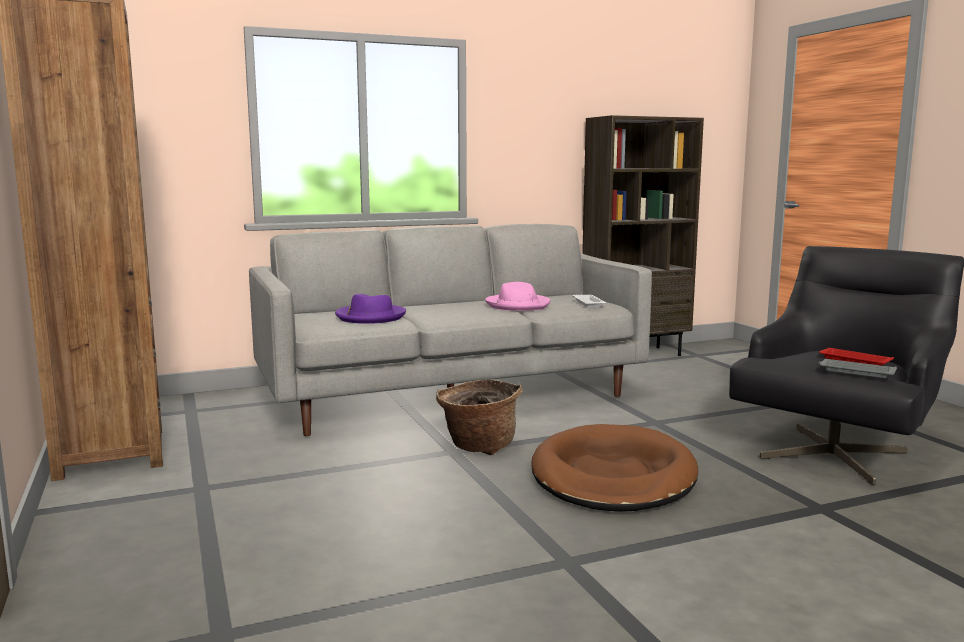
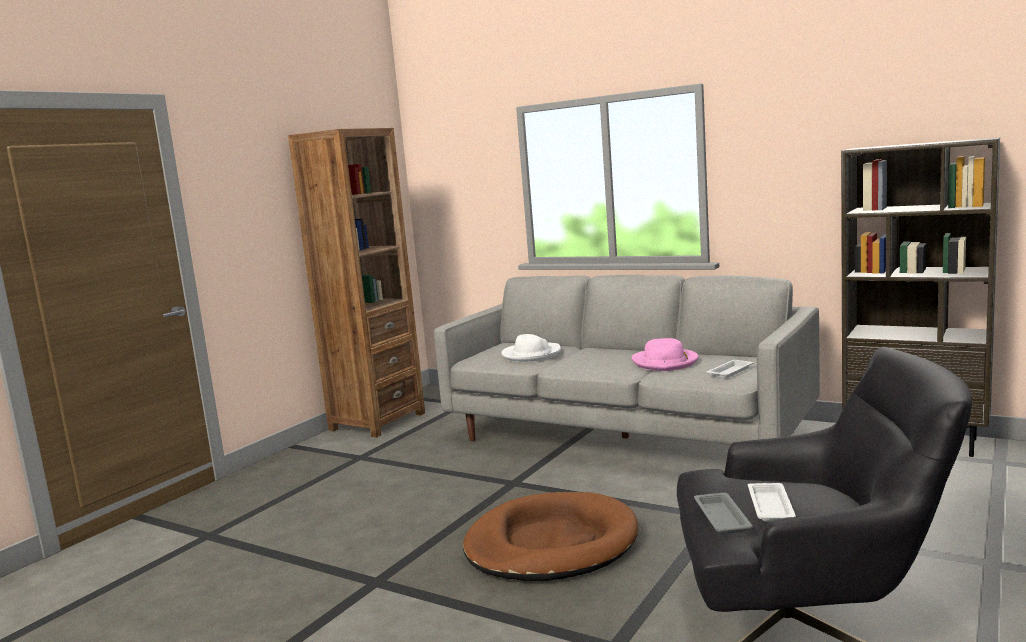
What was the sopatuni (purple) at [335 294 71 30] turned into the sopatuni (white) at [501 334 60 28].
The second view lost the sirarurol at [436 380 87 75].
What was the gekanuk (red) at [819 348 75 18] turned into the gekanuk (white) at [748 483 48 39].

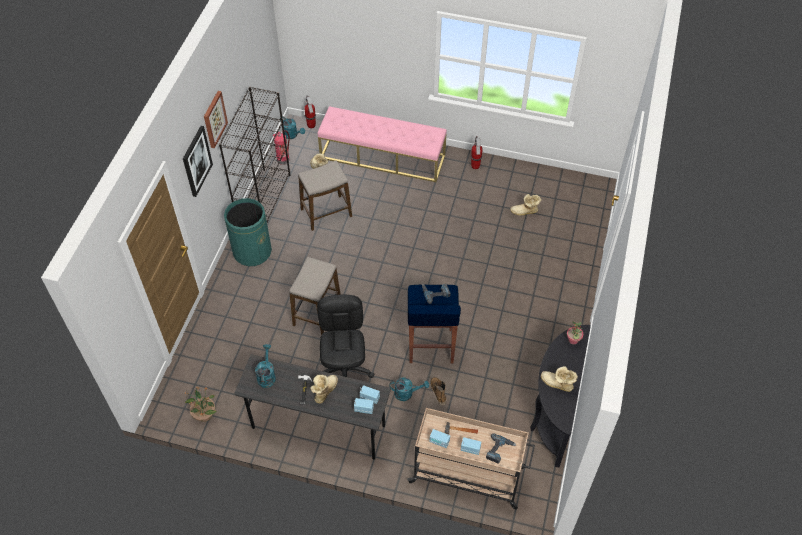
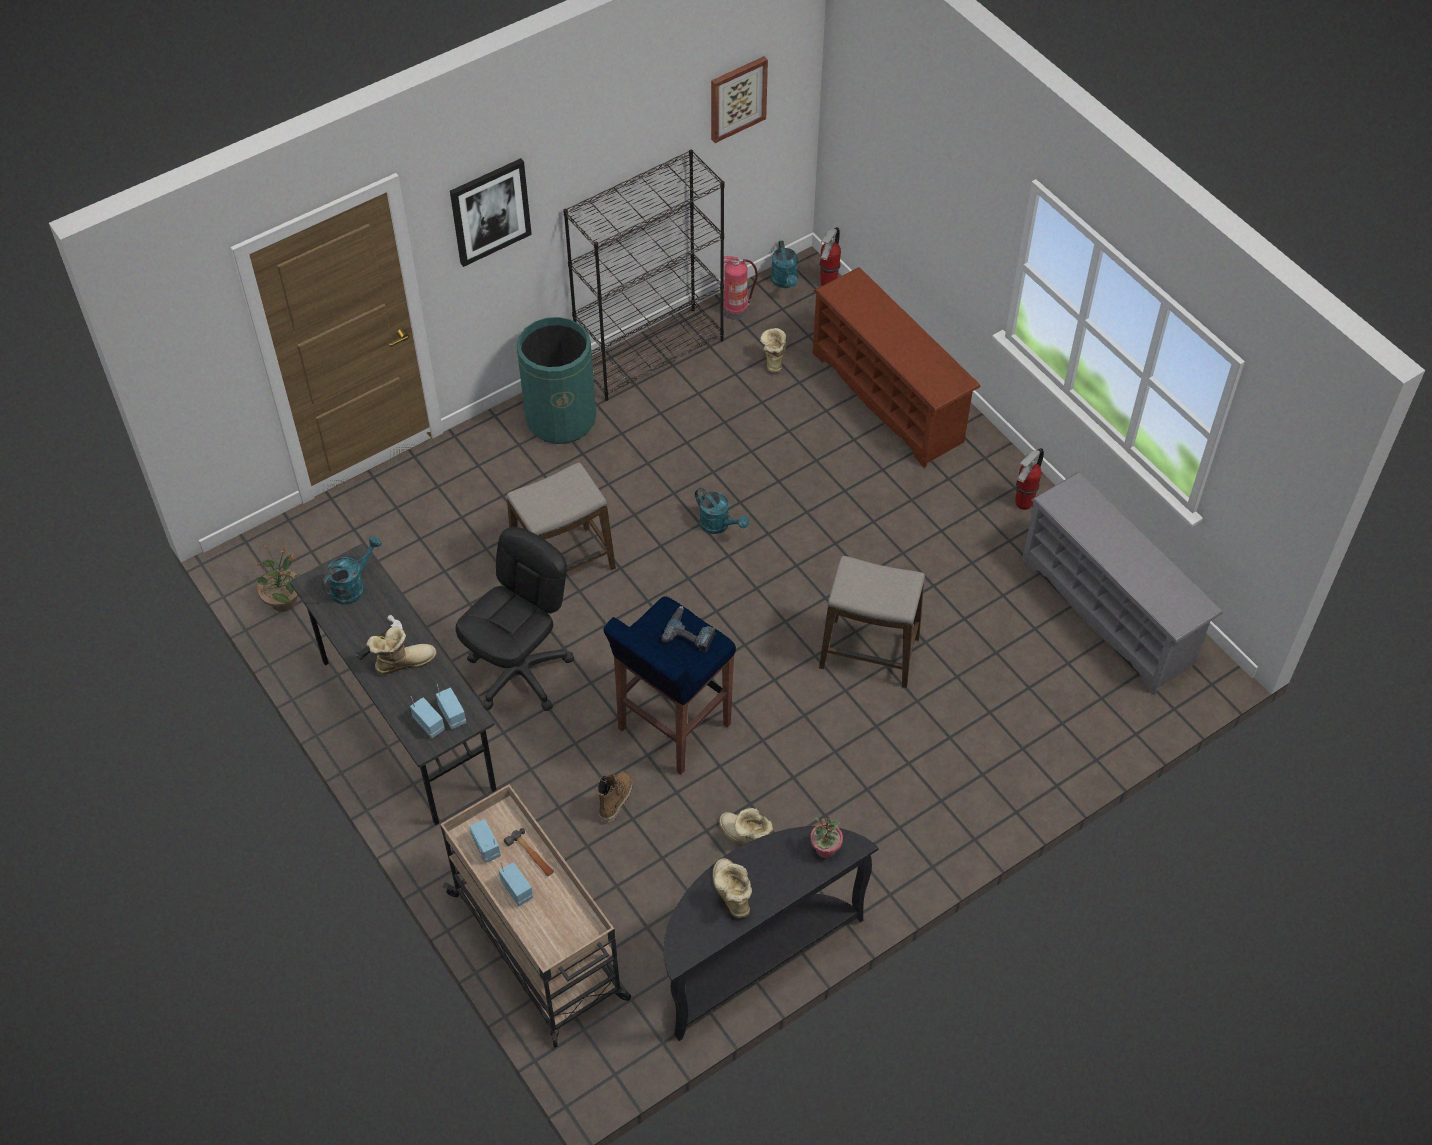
The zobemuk ended up elsewhere, having gone from [204 91 24 57] to [711 56 57 87].
The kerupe ended up elsewhere, having gone from [298 161 54 70] to [819 556 106 132].
Where the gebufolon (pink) stood at [317 106 130 76], the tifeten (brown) came to stand at [813 267 168 201].
The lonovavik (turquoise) ended up elsewhere, having gone from [389 377 40 24] to [695 488 54 46].
The second view lost the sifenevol at [486 433 30 31].
The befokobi ended up elsewhere, having gone from [510 194 31 22] to [719 808 54 37].
The second view gained the tifeten (grey) at [1022 472 201 222].

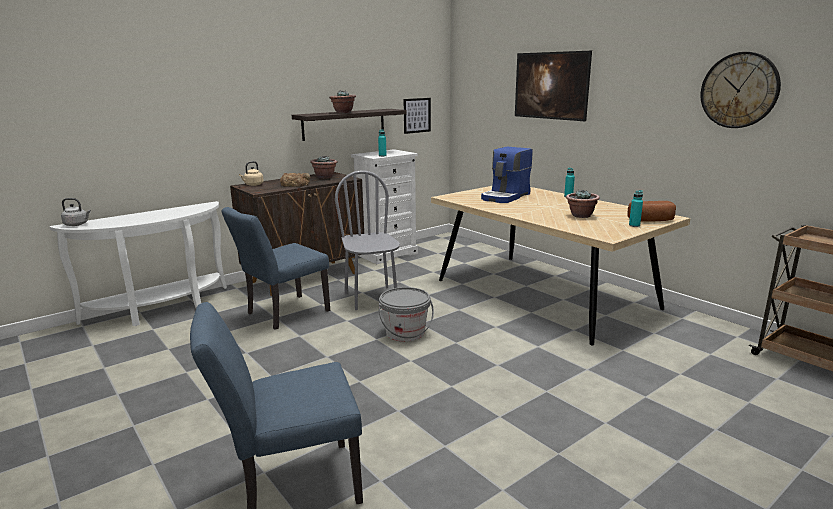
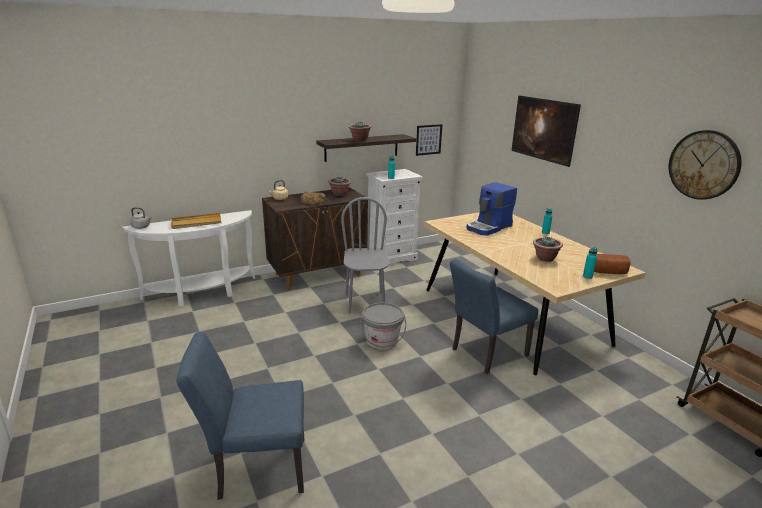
The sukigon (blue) ended up elsewhere, having gone from [222 207 108 123] to [450 259 88 115].
The second view gained the gekanuk (beige) at [171 213 50 16].

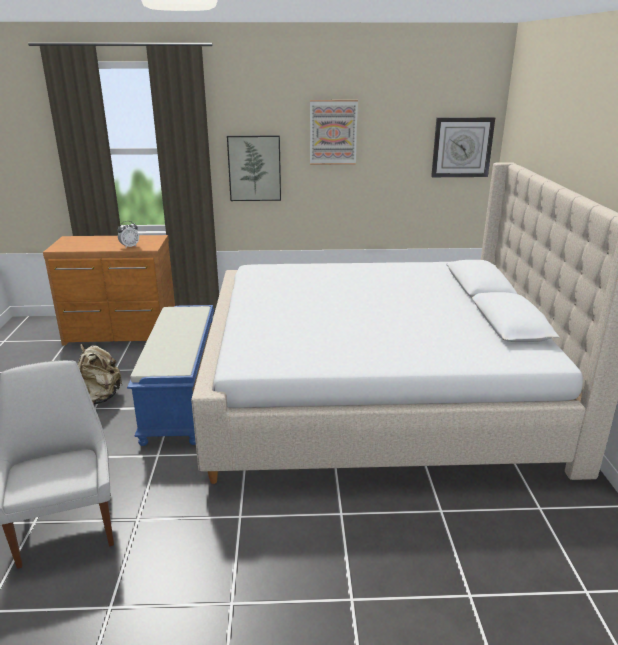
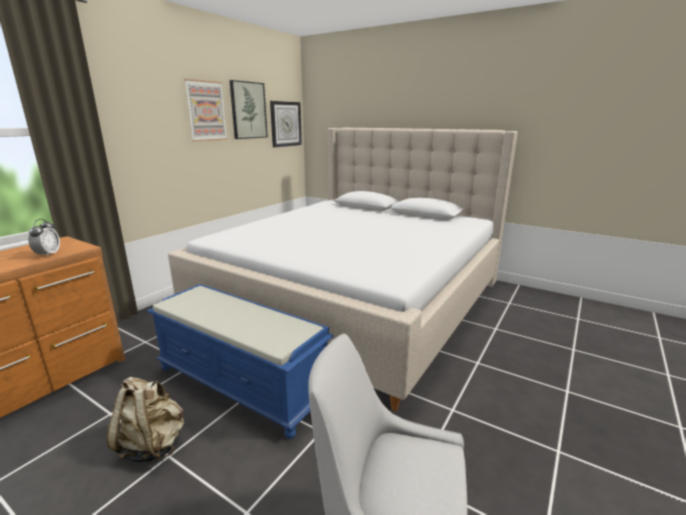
The zobemuk ended up elsewhere, having gone from [227 135 54 66] to [229 80 39 59].

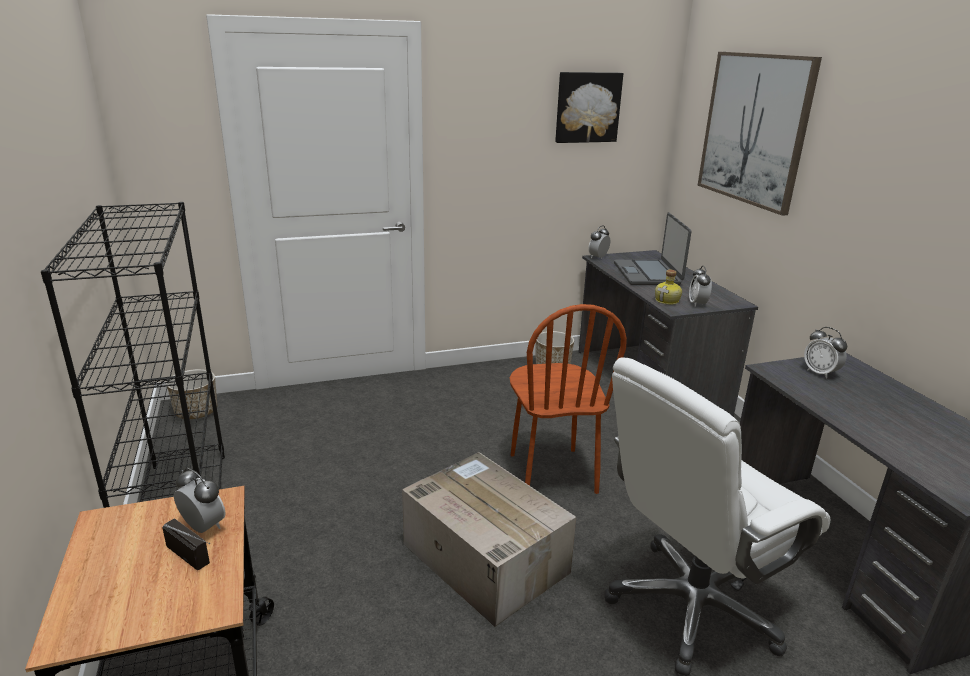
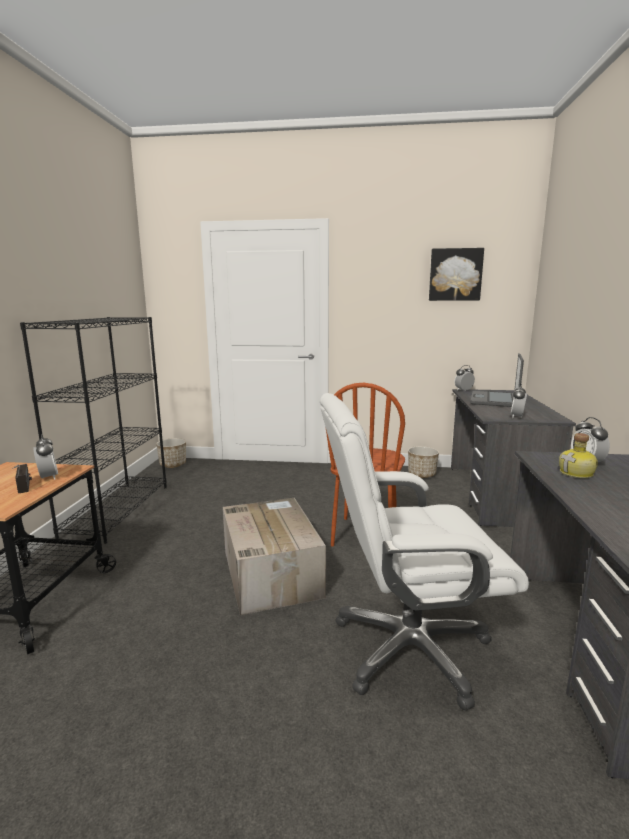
The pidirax ended up elsewhere, having gone from [655 270 27 35] to [559 433 39 45].
The second view lost the zobemuk at [698 52 124 164].

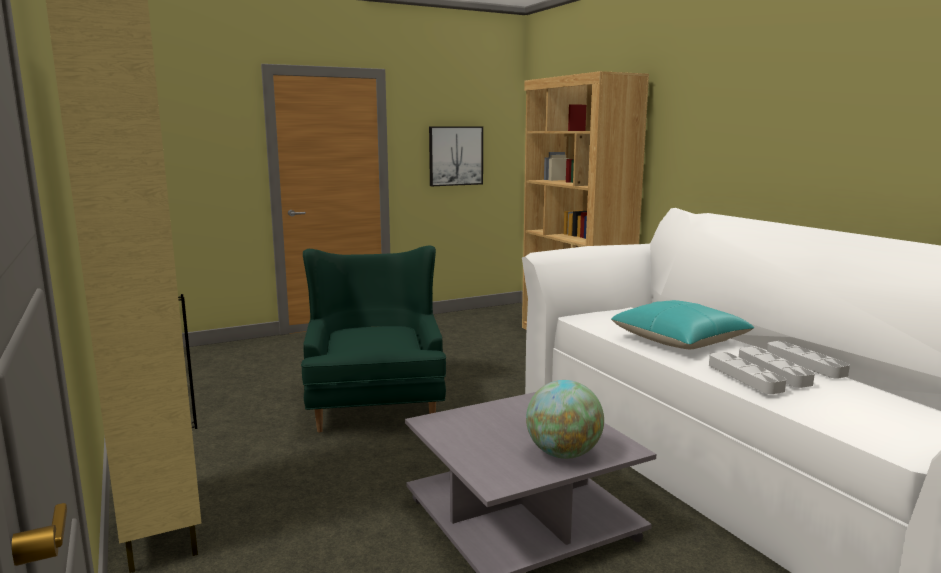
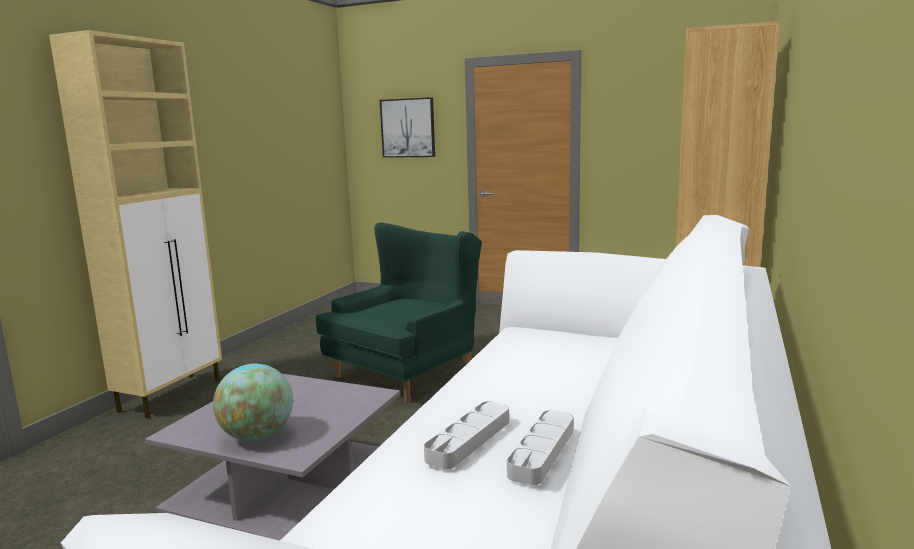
The zobemuk ended up elsewhere, having gone from [429 126 54 60] to [380 97 55 61].
The second view lost the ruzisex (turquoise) at [611 300 143 49].
The second view lost the gekanuk (grey) at [709 352 77 42].

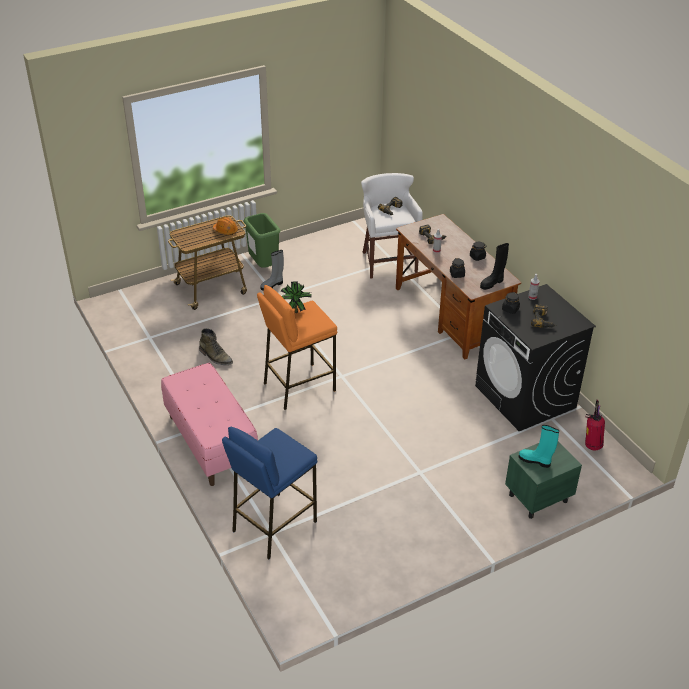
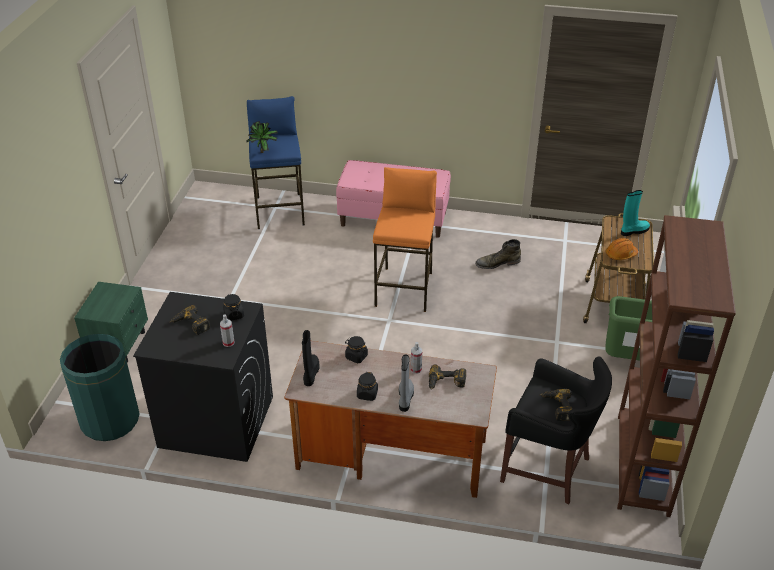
The befokobi (grey) ended up elsewhere, having gone from [260 250 24 41] to [399 355 15 57].
The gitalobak ended up elsewhere, having gone from [281 281 31 32] to [246 121 32 32].
What was the kerupe (white) at [361 173 62 106] turned into the kerupe (black) at [500 356 112 149].
The befokobi (turquoise) ended up elsewhere, having gone from [519 425 40 43] to [621 190 29 46].
Where the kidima stood at [585 399 20 51], the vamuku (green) came to stand at [60 334 80 107].
The second view gained the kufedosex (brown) at [617 215 119 302].

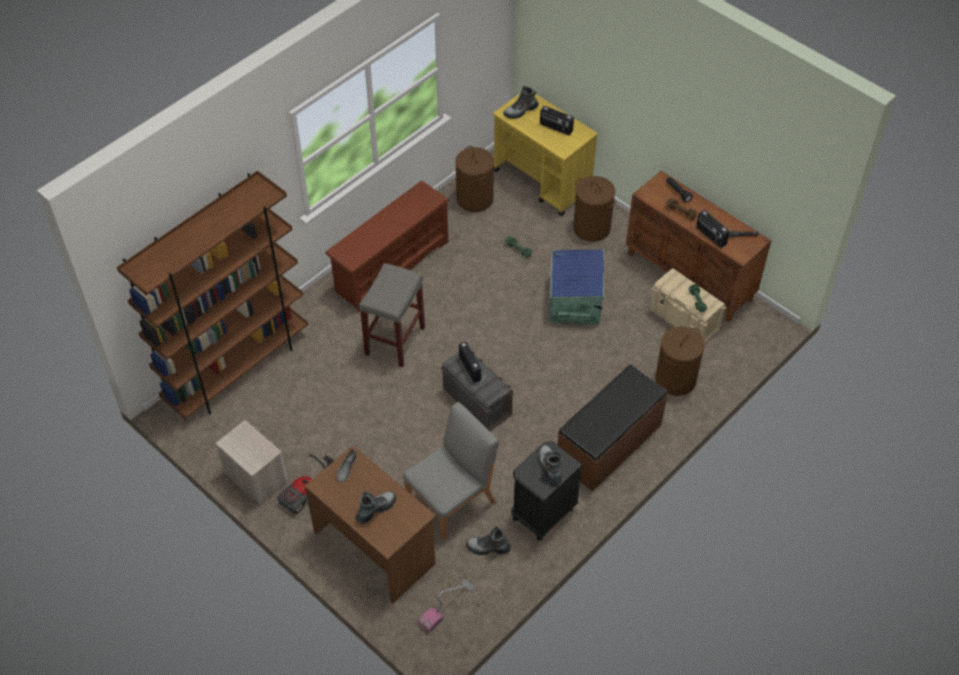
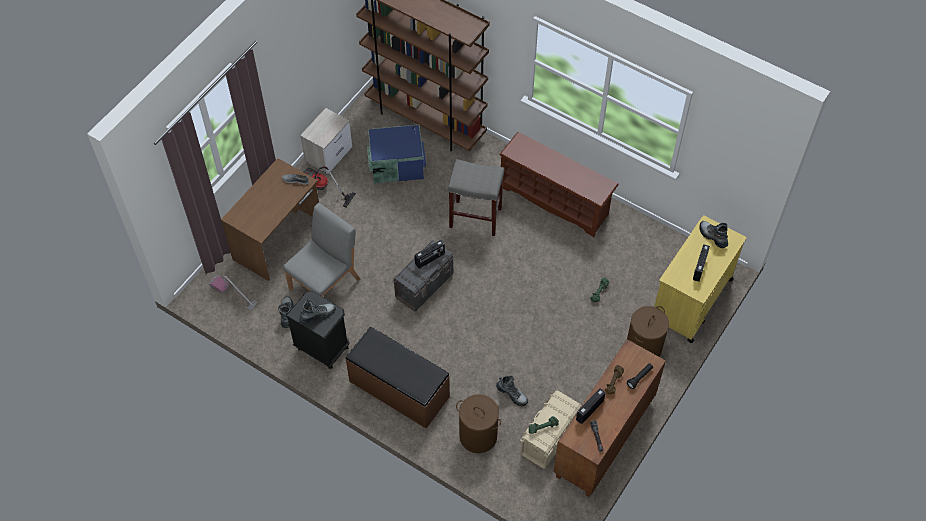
The befokobi ended up elsewhere, having gone from [355 491 41 33] to [496 375 32 31].
The sukigon (grey) at [403 402 96 139] ended up facing another way, 90 degrees counterclockwise from before.
The second view lost the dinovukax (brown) at [455 146 39 66].
The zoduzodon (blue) ended up elsewhere, having gone from [549 250 55 75] to [367 125 59 59].

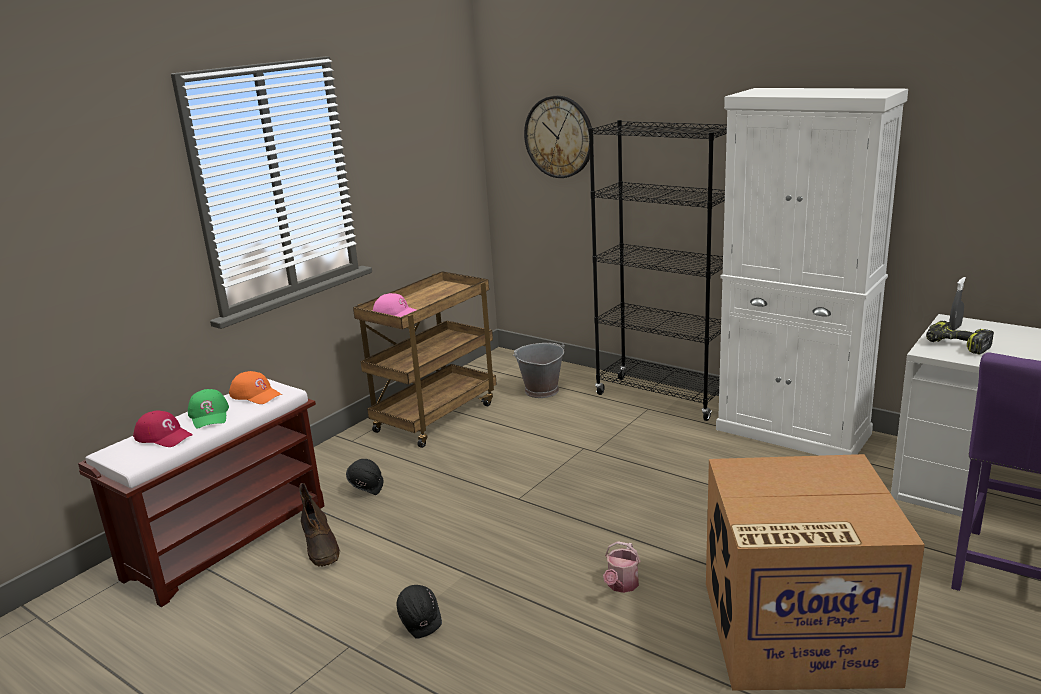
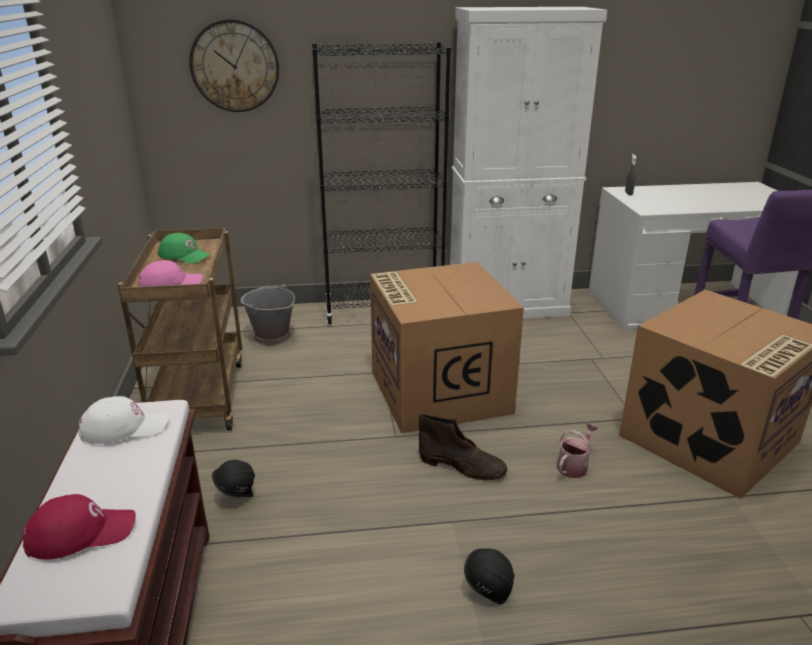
The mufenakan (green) ended up elsewhere, having gone from [188 389 41 40] to [157 233 53 31].
What was the mufenakan (orange) at [229 371 53 33] turned into the mufenakan (white) at [79 396 90 48].
The befokobi (brown) ended up elsewhere, having gone from [299 483 41 84] to [418 414 89 67].
The lonovavik at [603 541 37 52] ended up facing another way, 120 degrees counterclockwise from before.
The second view lost the sifenevol at [926 321 68 34].
The second view gained the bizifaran at [370 262 154 171].

